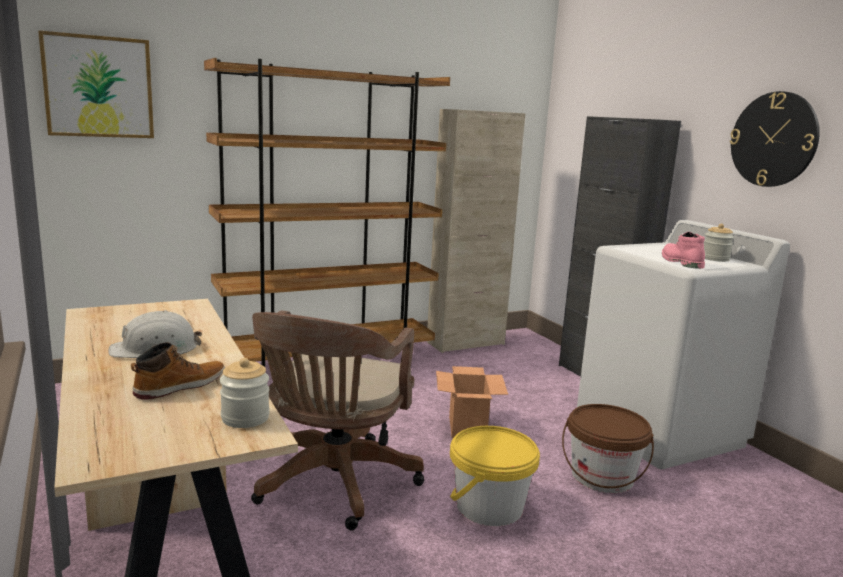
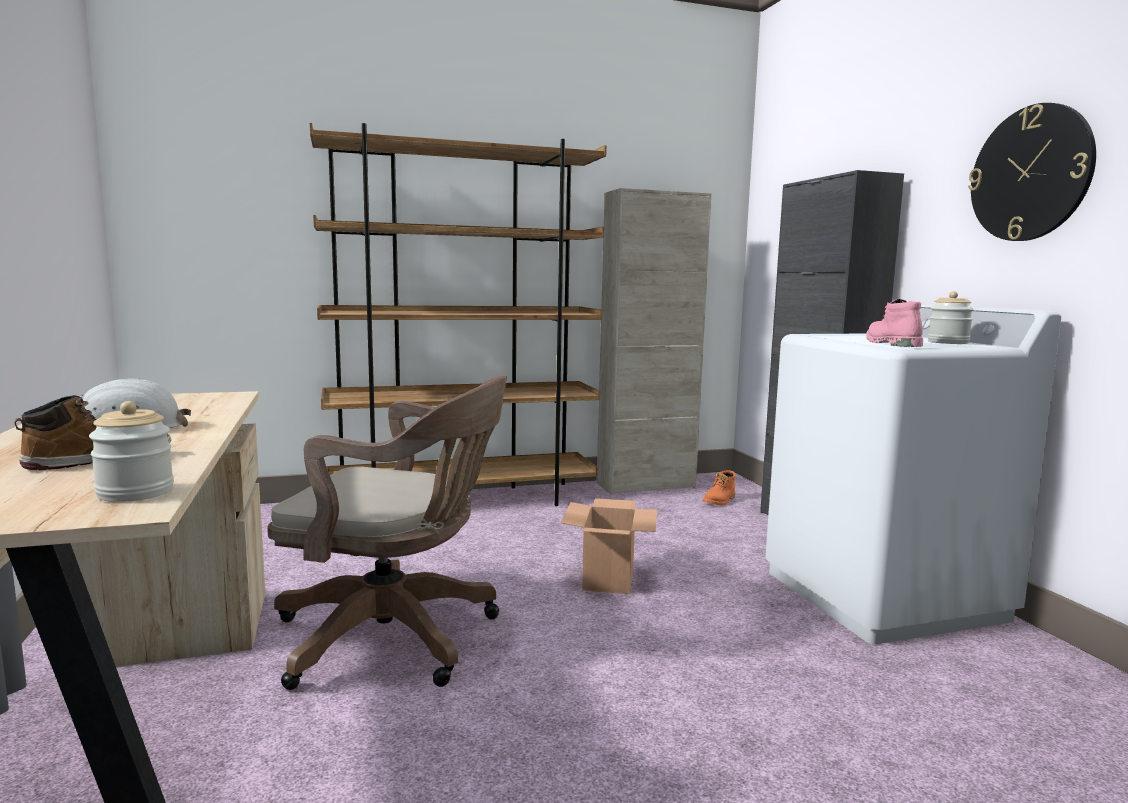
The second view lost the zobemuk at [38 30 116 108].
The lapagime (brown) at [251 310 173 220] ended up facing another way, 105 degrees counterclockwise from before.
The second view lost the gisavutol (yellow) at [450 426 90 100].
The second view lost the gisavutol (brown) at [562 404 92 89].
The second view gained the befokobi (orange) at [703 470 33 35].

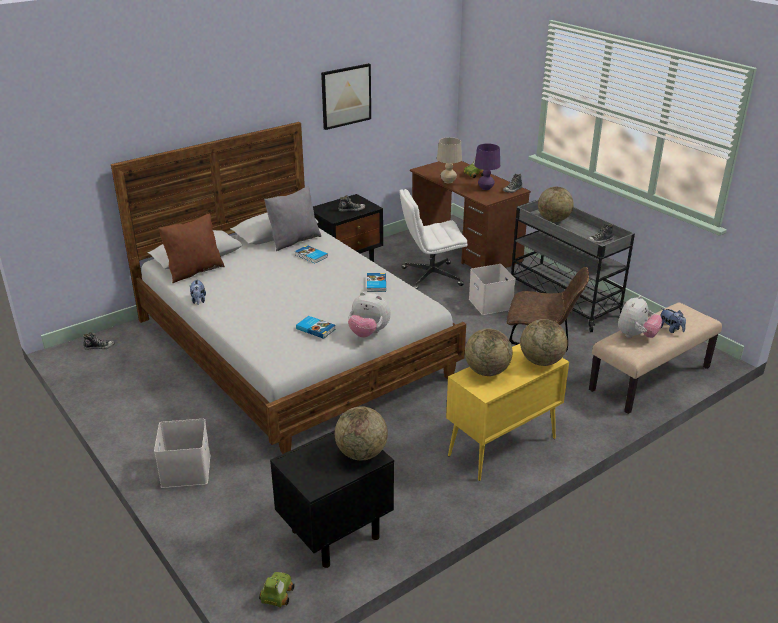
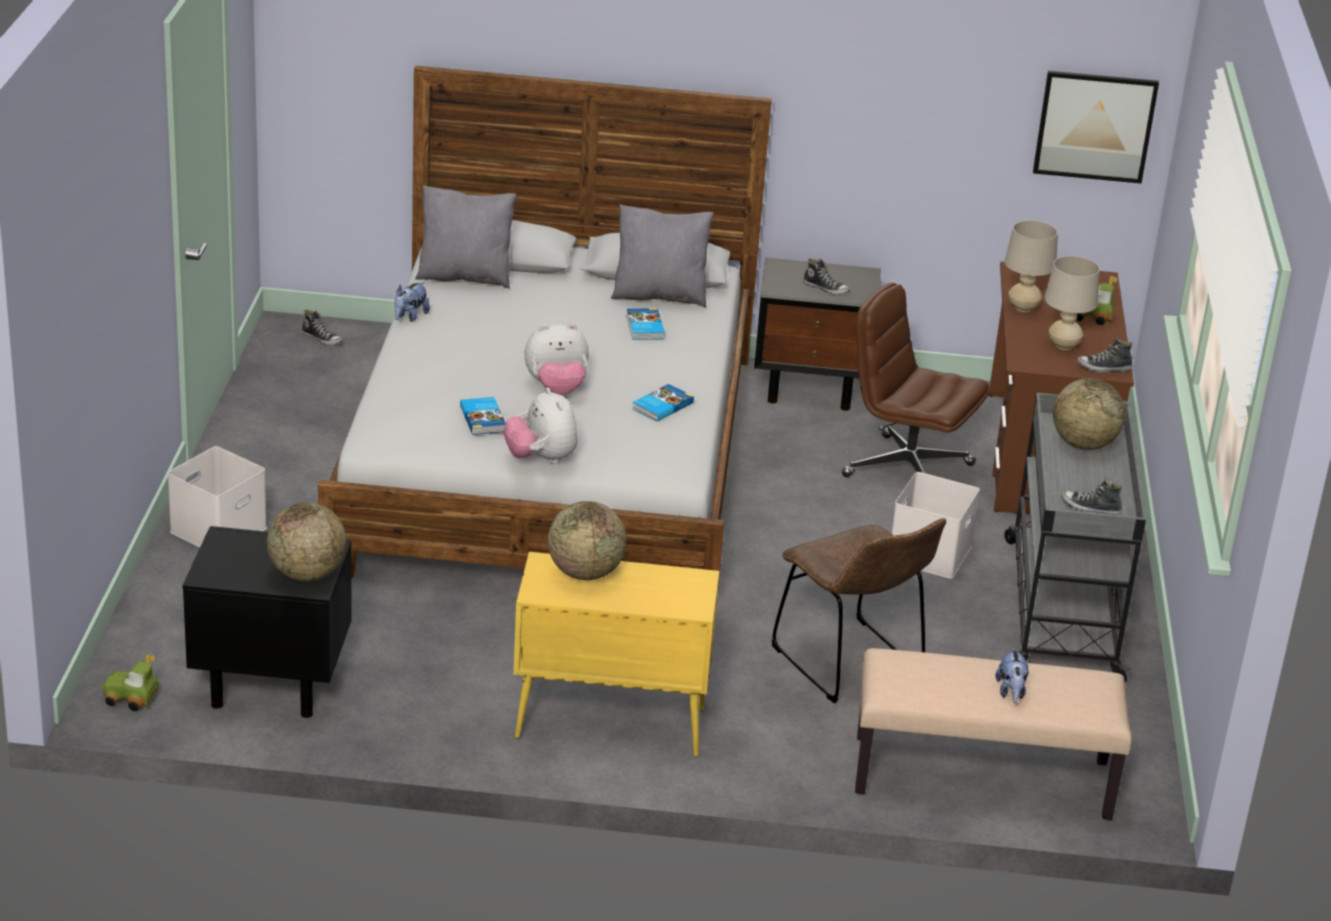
What was the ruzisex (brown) at [158 213 67 70] turned into the ruzisex (grey) at [415 185 102 104].
The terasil at [259 572 36 36] ended up facing another way, 135 degrees counterclockwise from before.
The zobemuk ended up elsewhere, having gone from [321 63 50 67] to [1033 71 126 113].
What was the lapagime (white) at [400 189 68 101] turned into the lapagime (brown) at [842 283 147 194].
What was the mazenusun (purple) at [474 144 26 46] turned into the mazenusun (beige) at [1045 256 55 94].
The second view lost the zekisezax at [520 319 48 47].
The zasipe ended up elsewhere, having gone from [618 295 45 43] to [524 323 65 72].

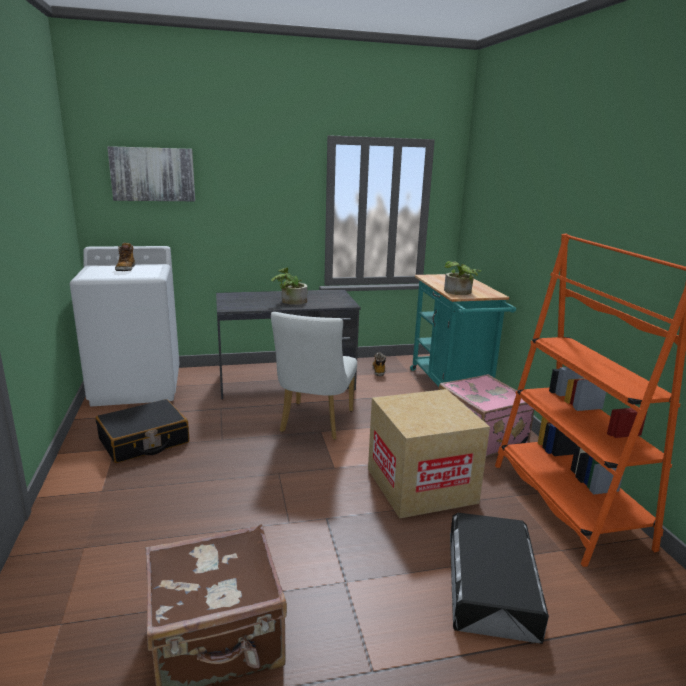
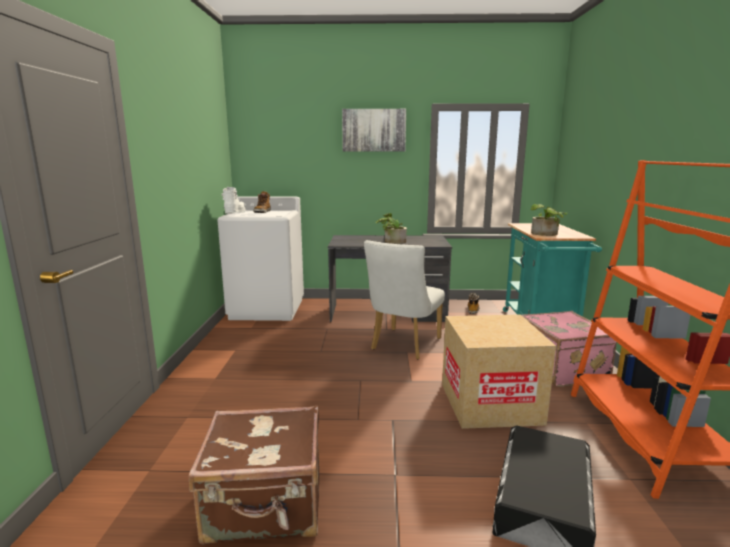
The second view lost the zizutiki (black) at [96 399 93 64].
The zobemuk ended up elsewhere, having gone from [107 146 88 55] to [342 109 64 43].
The second view gained the befokobi (white) at [222 187 24 27].

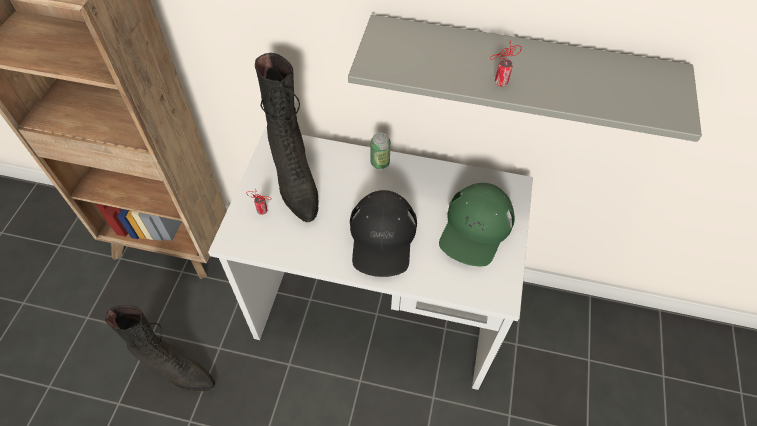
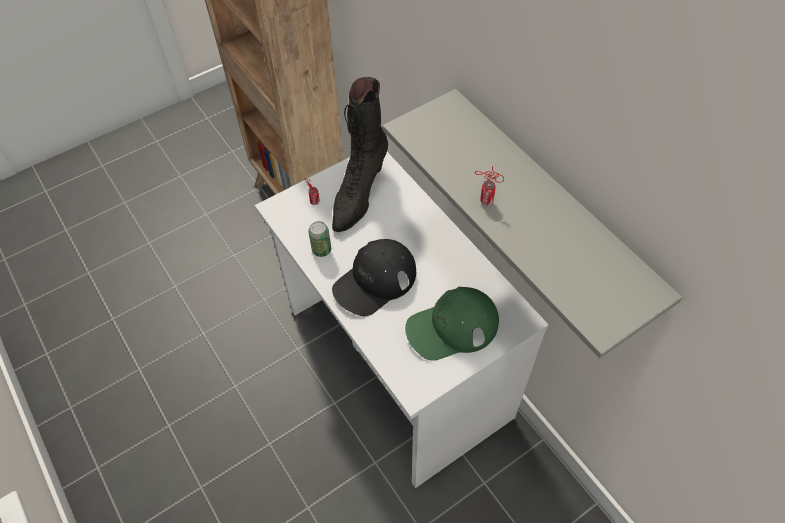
The second view lost the befokobi (black) at [105 305 110 86].
The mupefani ended up elsewhere, having gone from [371 132 20 37] to [308 221 23 36].

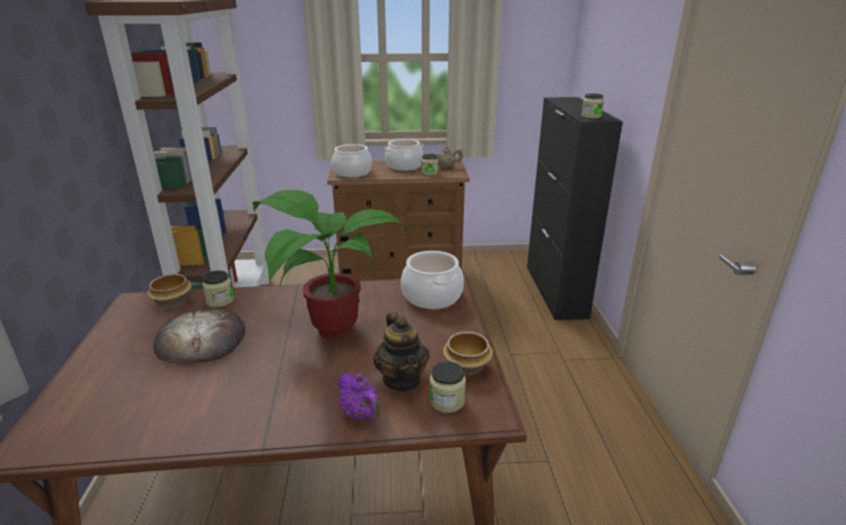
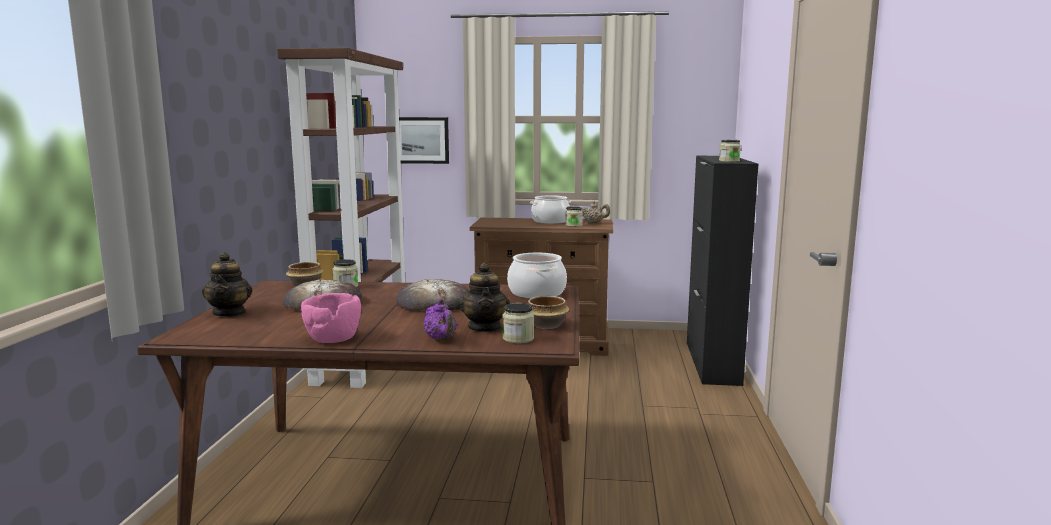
Where the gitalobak stood at [252 190 155 149], the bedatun came to stand at [396 279 73 32].
The second view lost the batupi at [332 144 40 33].
The second view gained the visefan at [202 252 50 65].
The second view gained the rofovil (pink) at [301 293 60 50].
The second view gained the zobemuk at [399 117 50 47].

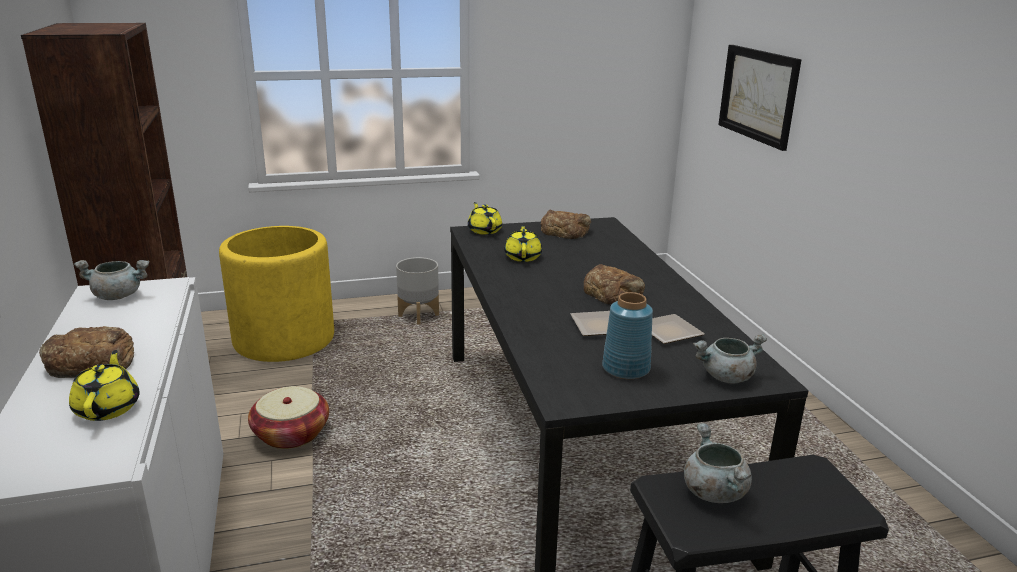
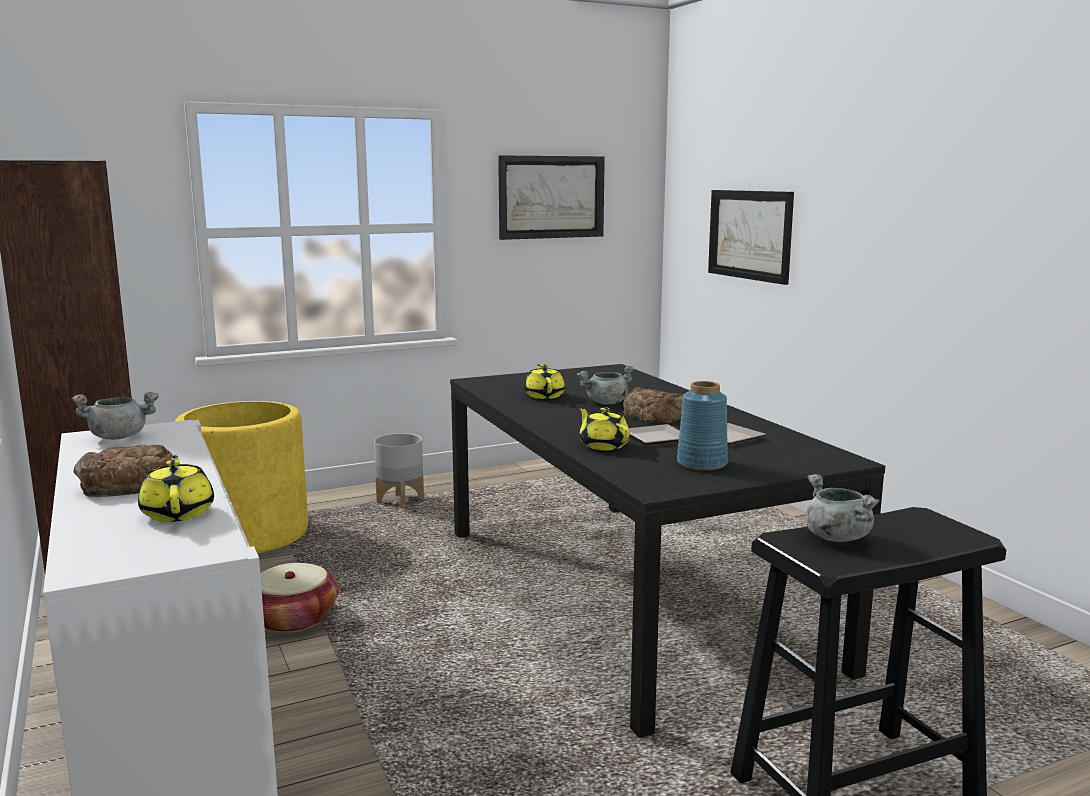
The visefan (yellow) ended up elsewhere, having gone from [468 202 34 33] to [579 407 51 43].
The second view lost the bedatun at [541 210 50 29].
The batupi (grey) ended up elsewhere, having gone from [693 334 74 49] to [577 366 58 39].
The second view gained the zobemuk at [498 155 107 85].

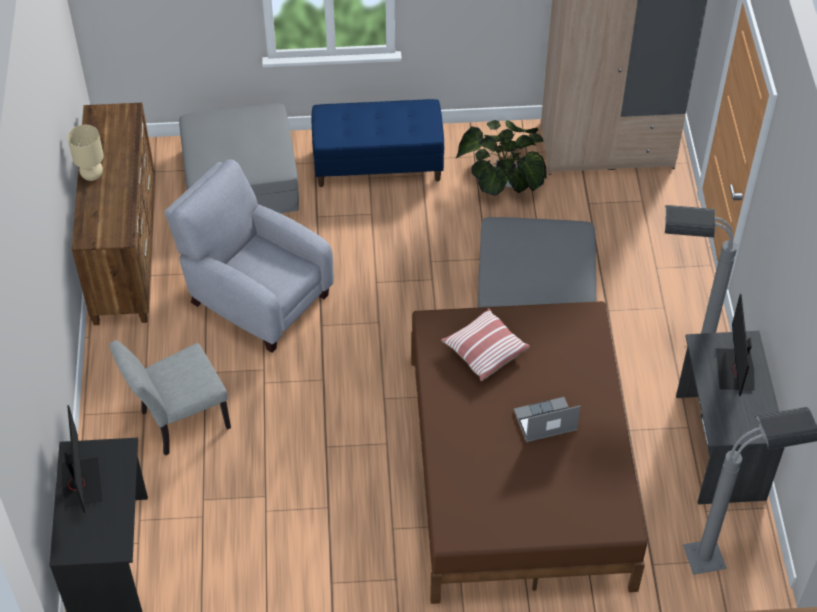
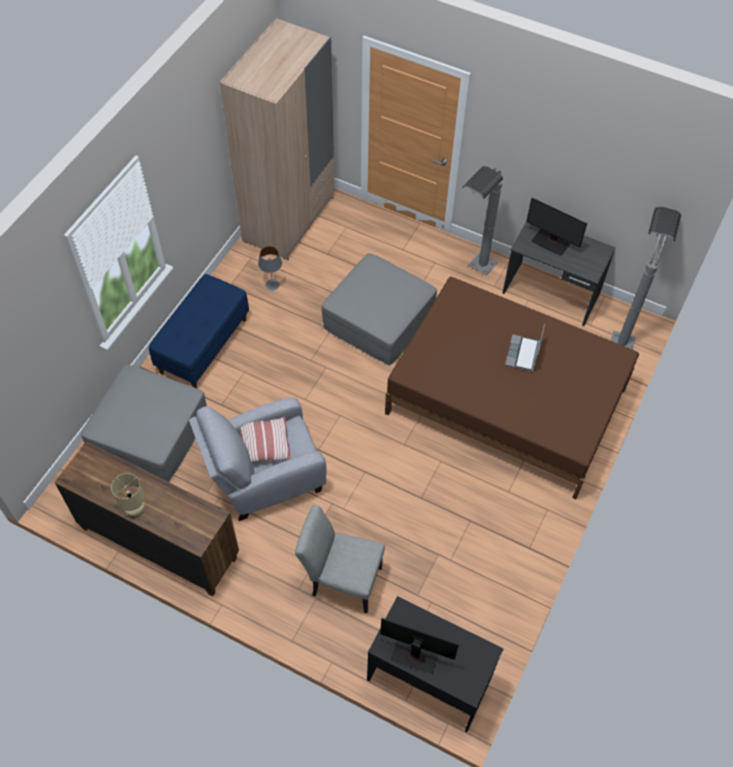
The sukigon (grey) at [109 340 122 116] ended up facing another way, 105 degrees clockwise from before.
The ruzisex ended up elsewhere, having gone from [441 308 89 73] to [239 417 52 46].
Where the gitalobak stood at [456 120 91 76], the mazenusun (grey) came to stand at [258 246 24 44].

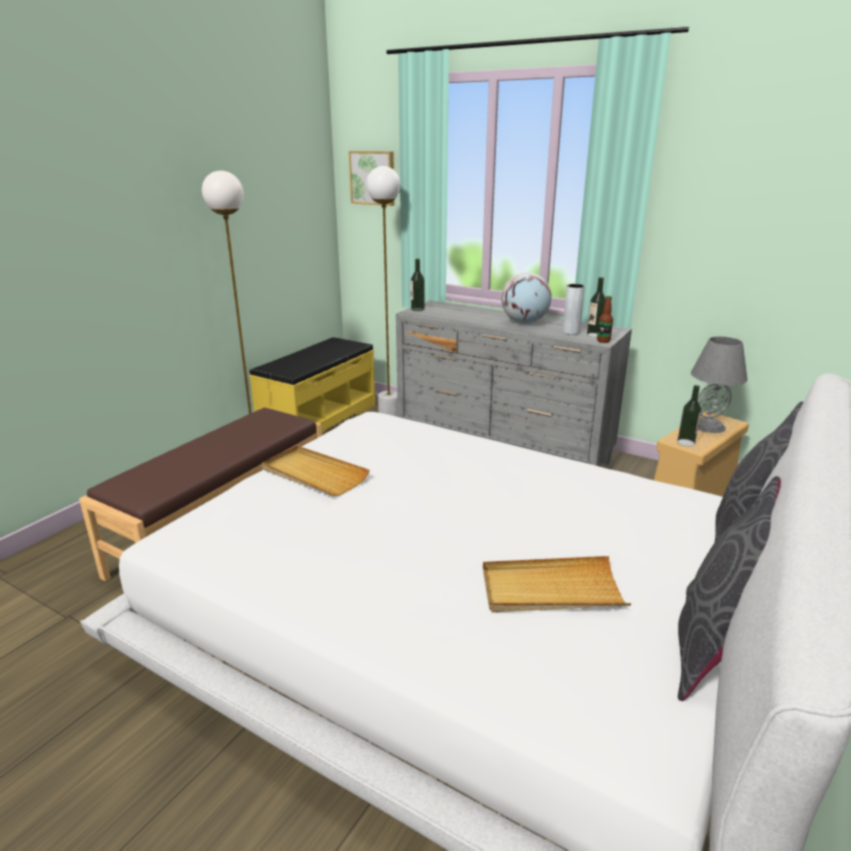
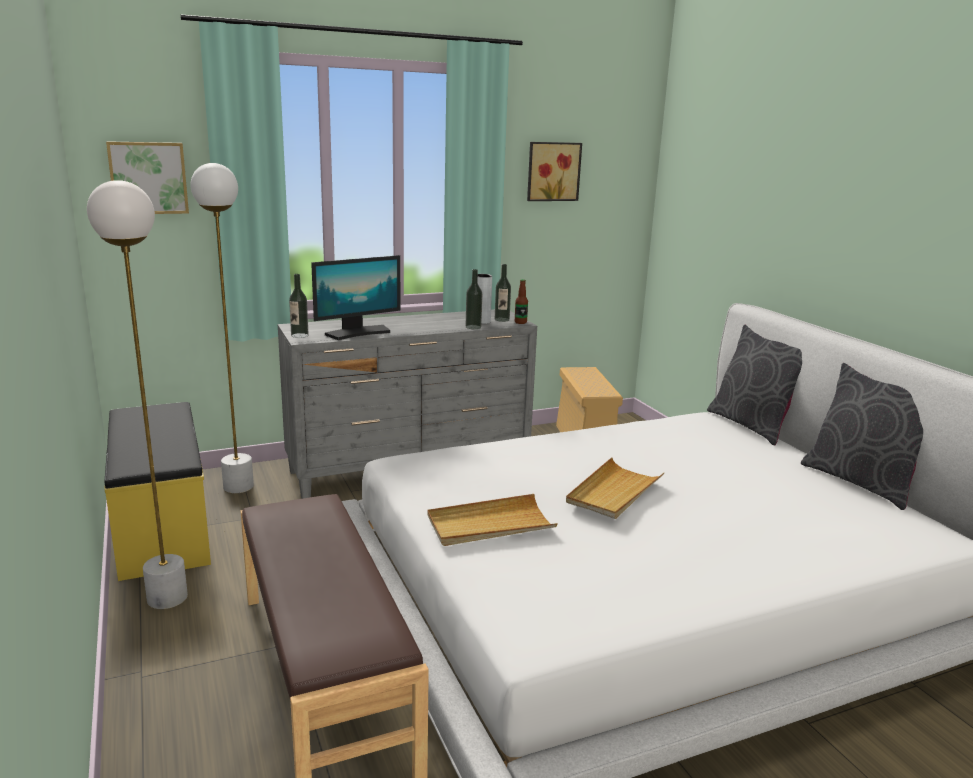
The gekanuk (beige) ended up elsewhere, having gone from [483 556 148 56] to [566 457 99 62].
The second view lost the zekisezax at [501 272 51 51].
The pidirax ended up elsewhere, having gone from [677 385 25 61] to [466 269 16 60].
The second view lost the mazenusun (grey) at [691 336 57 97].
The second view gained the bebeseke at [311 255 89 85].
The second view gained the zobemuk at [527 142 55 59].

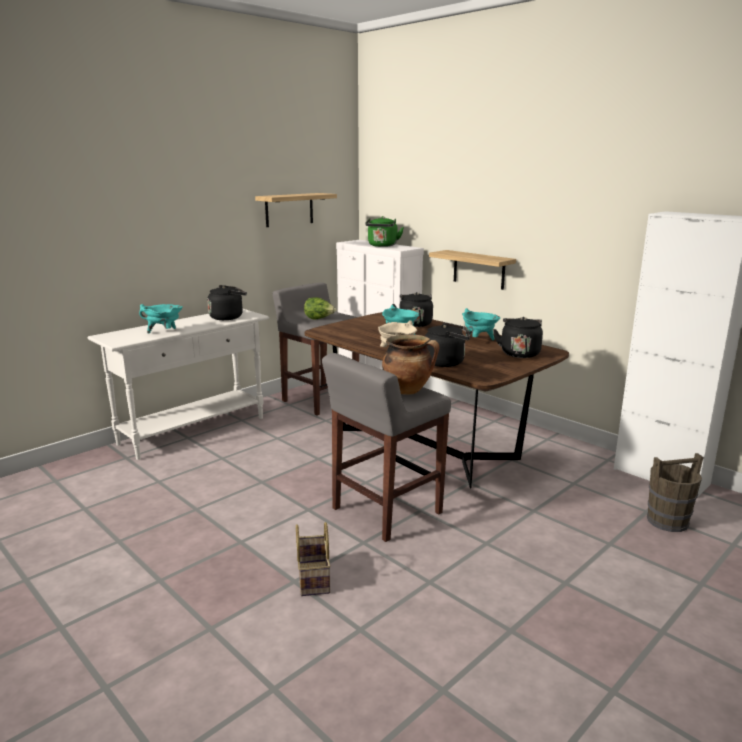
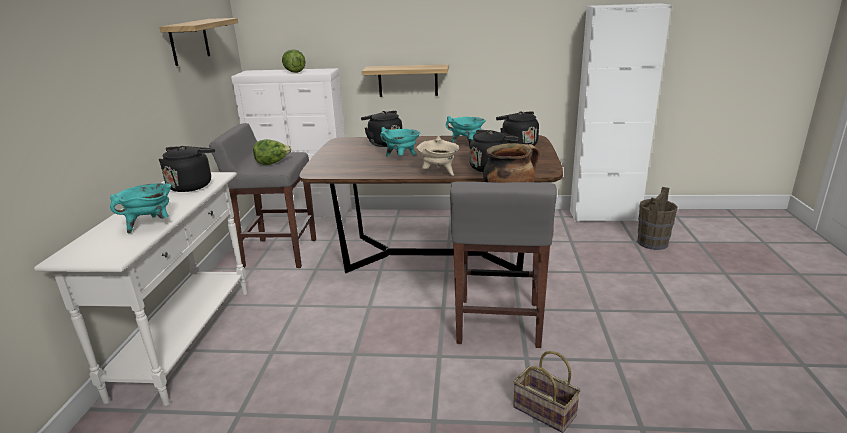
Where the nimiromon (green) stood at [365 216 39 31], the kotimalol came to stand at [282 49 24 24].

